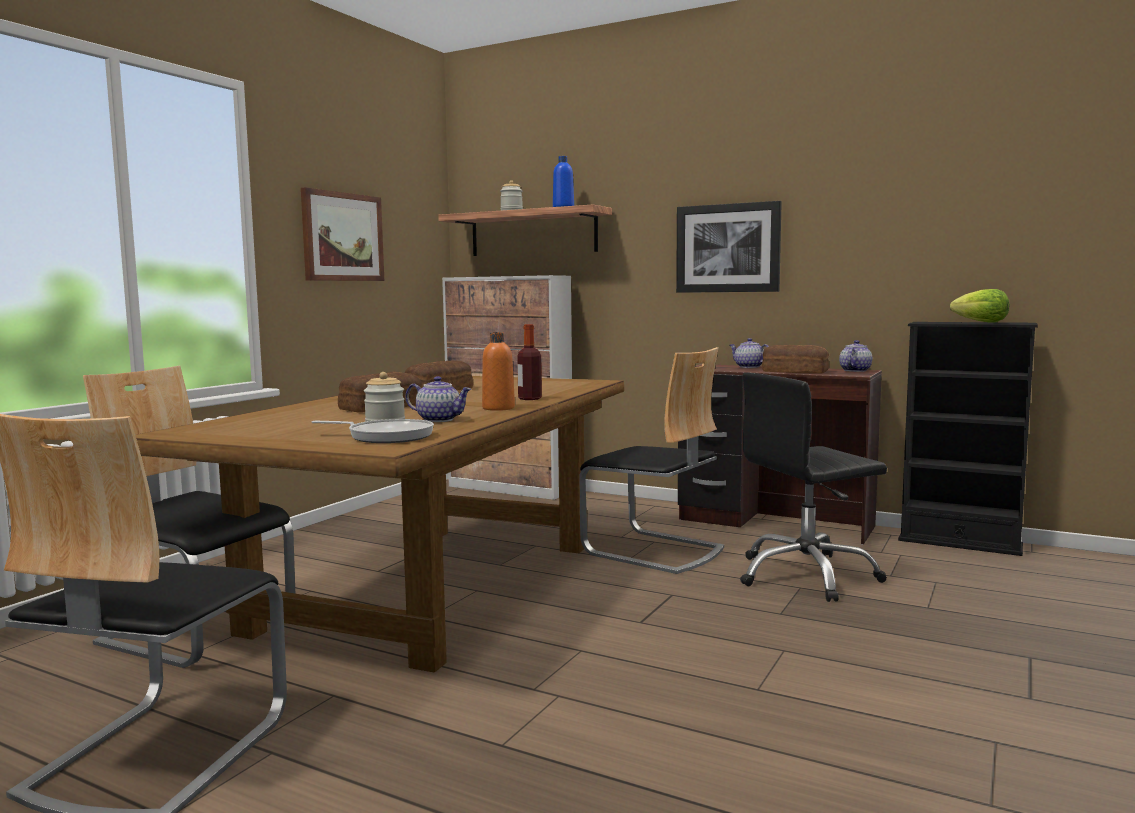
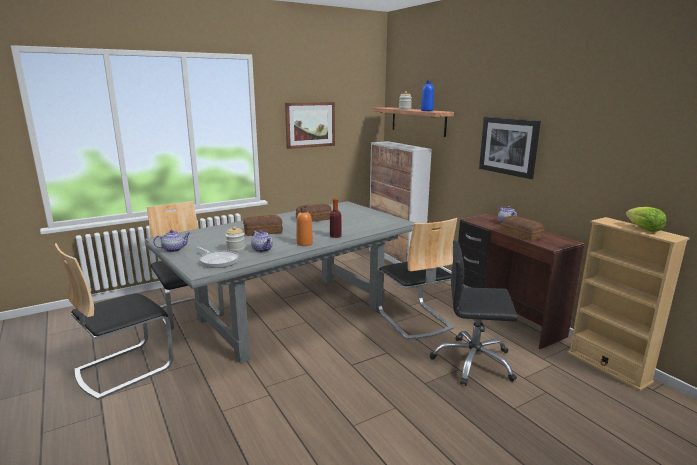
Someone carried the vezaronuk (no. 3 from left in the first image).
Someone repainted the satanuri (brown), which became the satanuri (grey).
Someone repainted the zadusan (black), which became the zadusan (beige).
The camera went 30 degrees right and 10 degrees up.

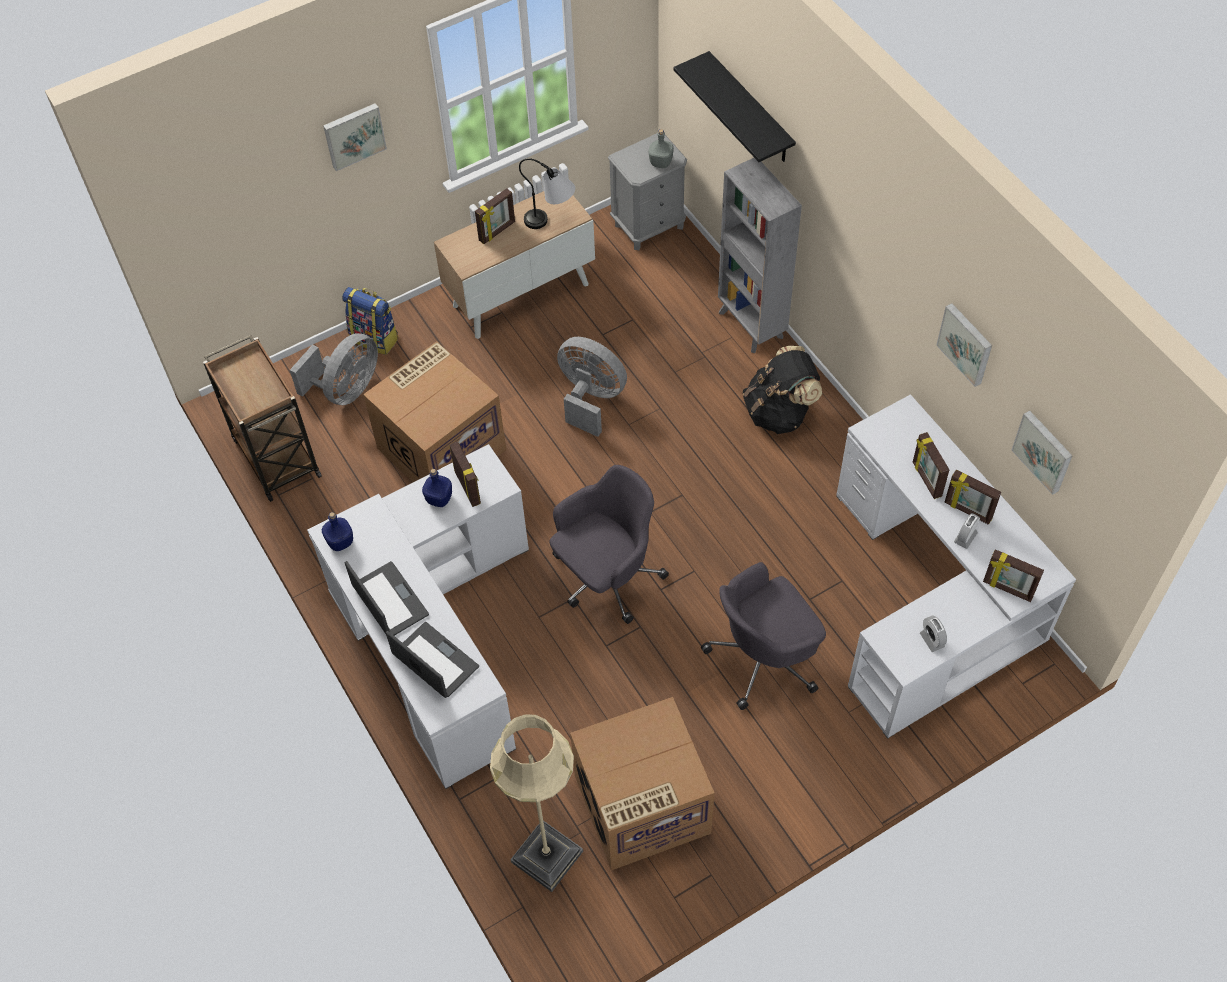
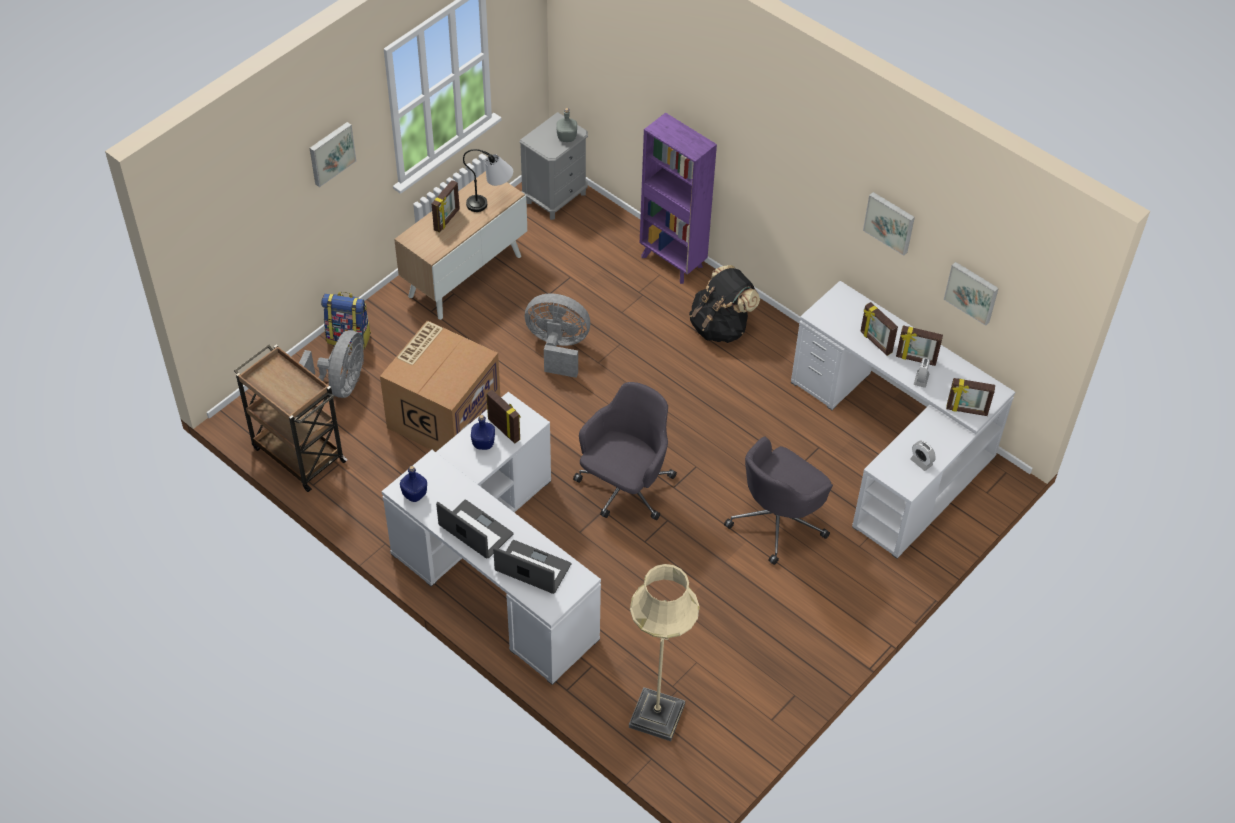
Someone took away the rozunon (no. 2 from left).
Someone took away the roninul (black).
Someone repainted the zadusan (grey), which became the zadusan (purple).
The camera went 20 degrees left and 5 degrees down.

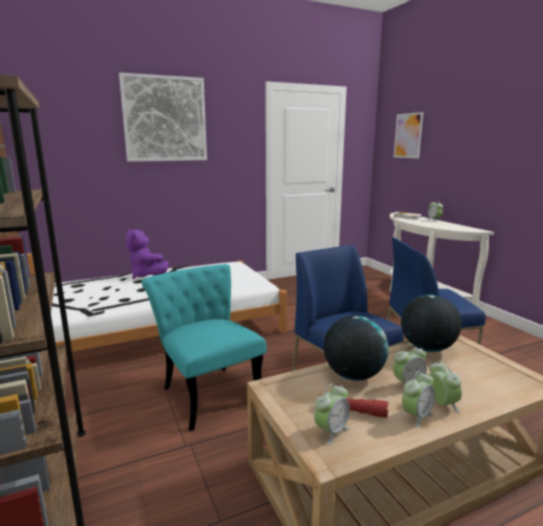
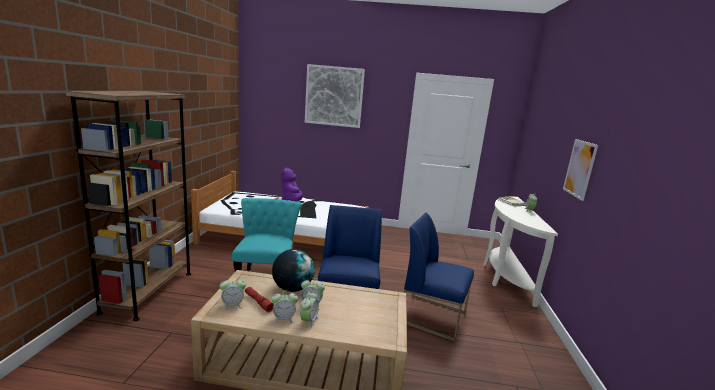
Someone took away the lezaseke (no. 2 from left).
Someone carried the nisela (no. 2 from left).
The camera went 30 degrees right and 0 degrees up.

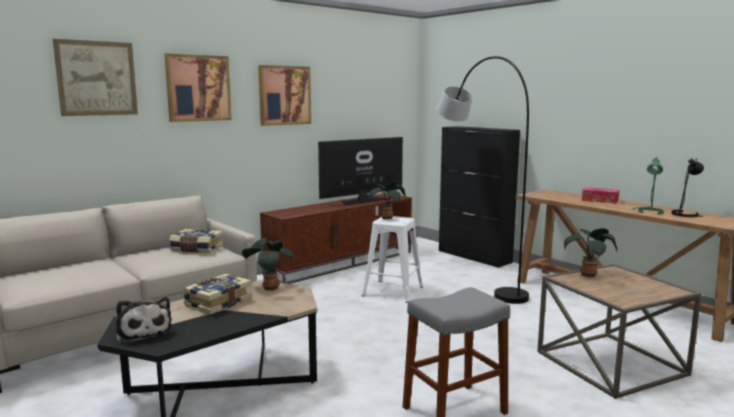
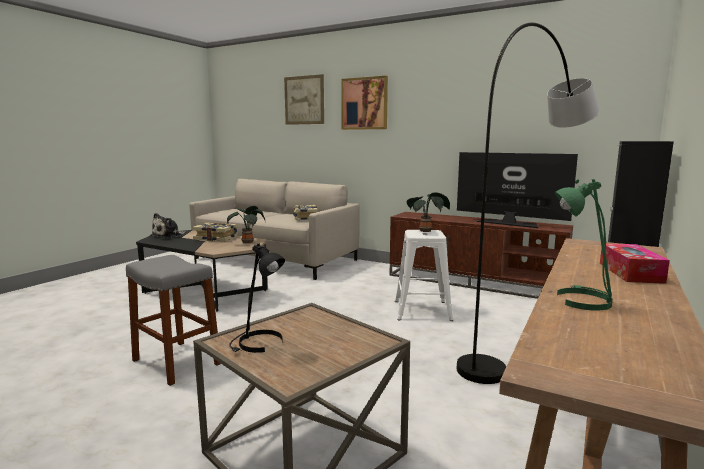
Someone took away the nisela (no. 3 from left).
Someone took away the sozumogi (no. 3 from left).
Someone carried the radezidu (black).
The camera went 70 degrees right and 0 degrees up.

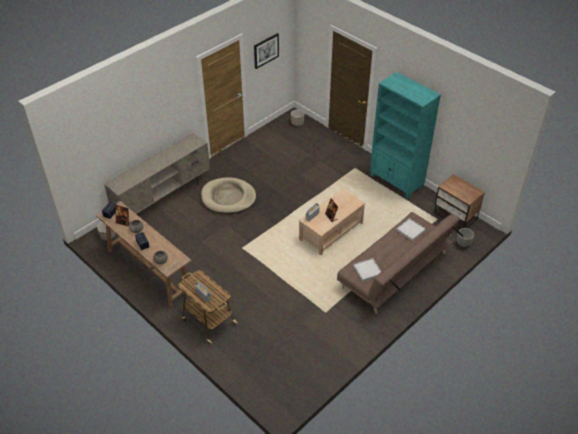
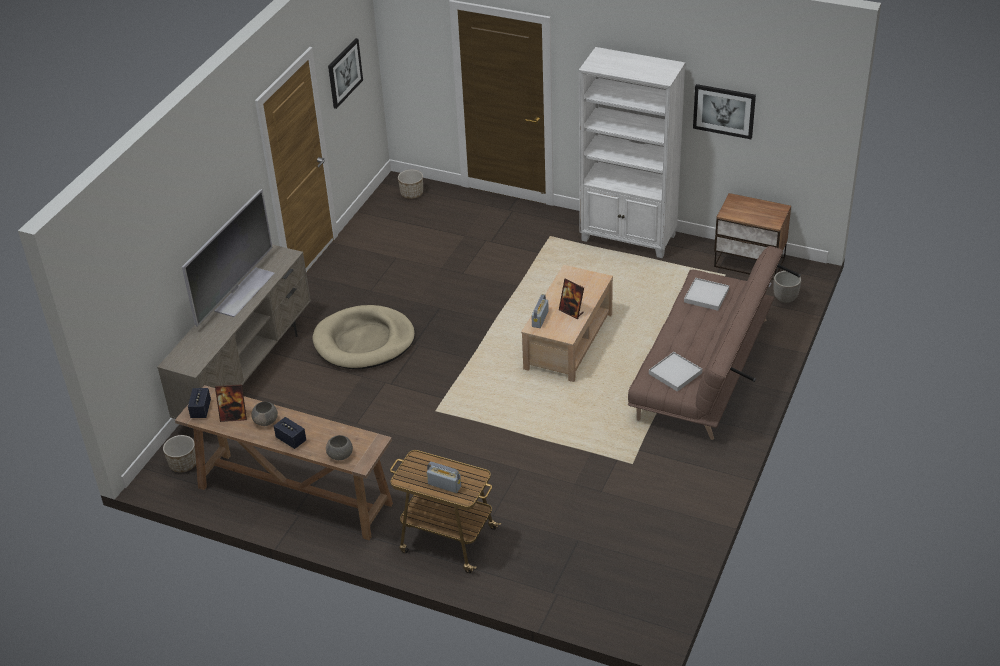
Someone put down the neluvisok.
Someone put up the nisela (no. 2 from left).
Someone repainted the zadusan (turquoise), which became the zadusan (white).
The camera went 20 degrees left and 5 degrees down.

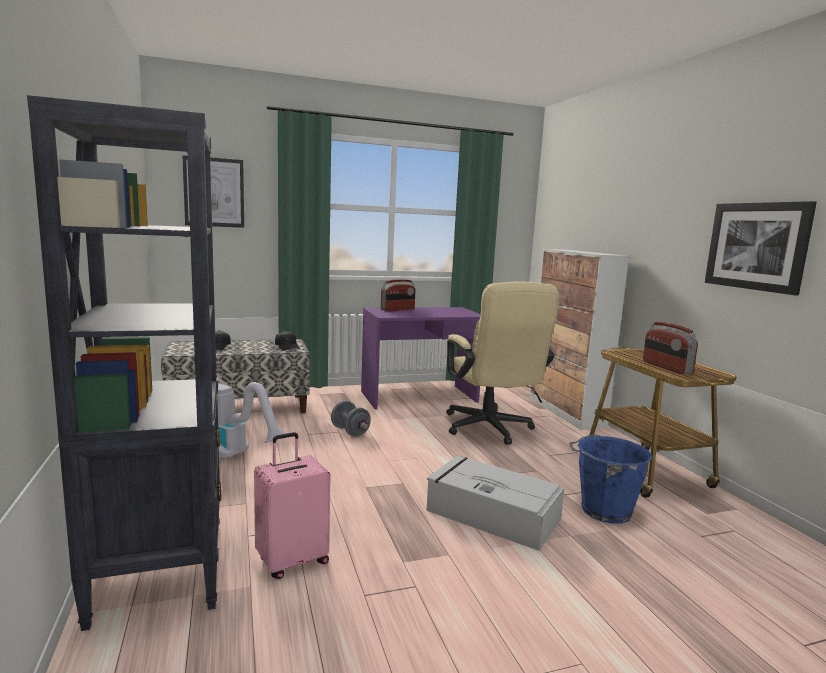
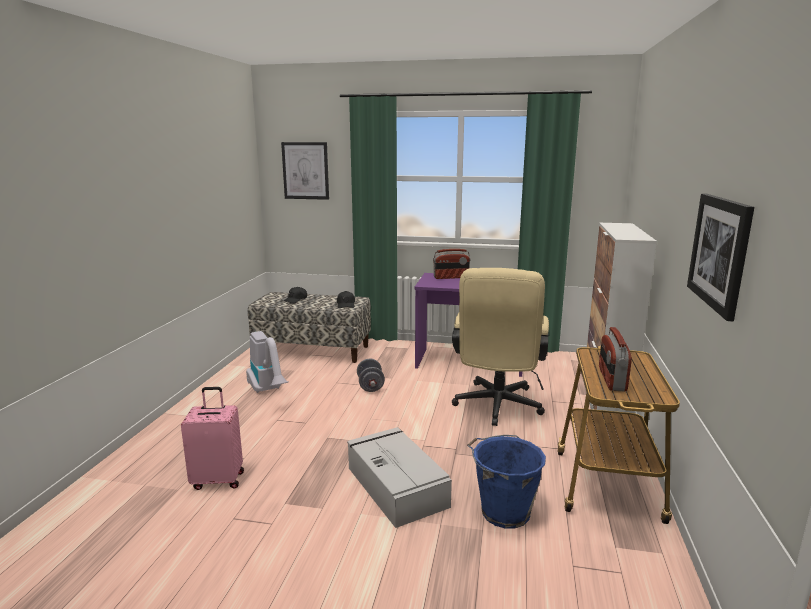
Someone took away the zadusan (black).
The camera went 30 degrees right and 5 degrees up.

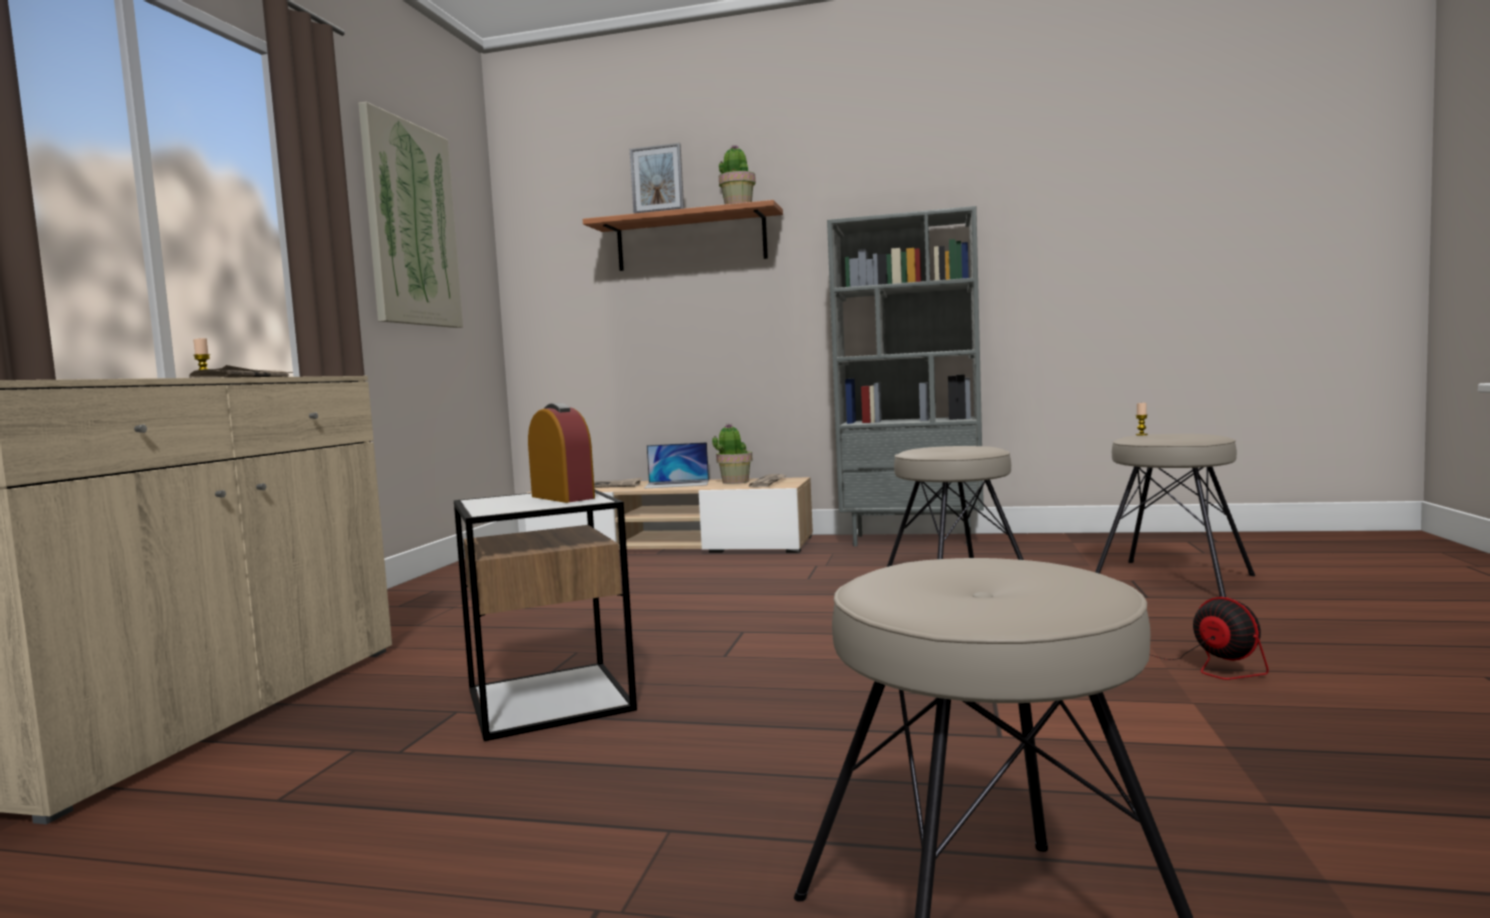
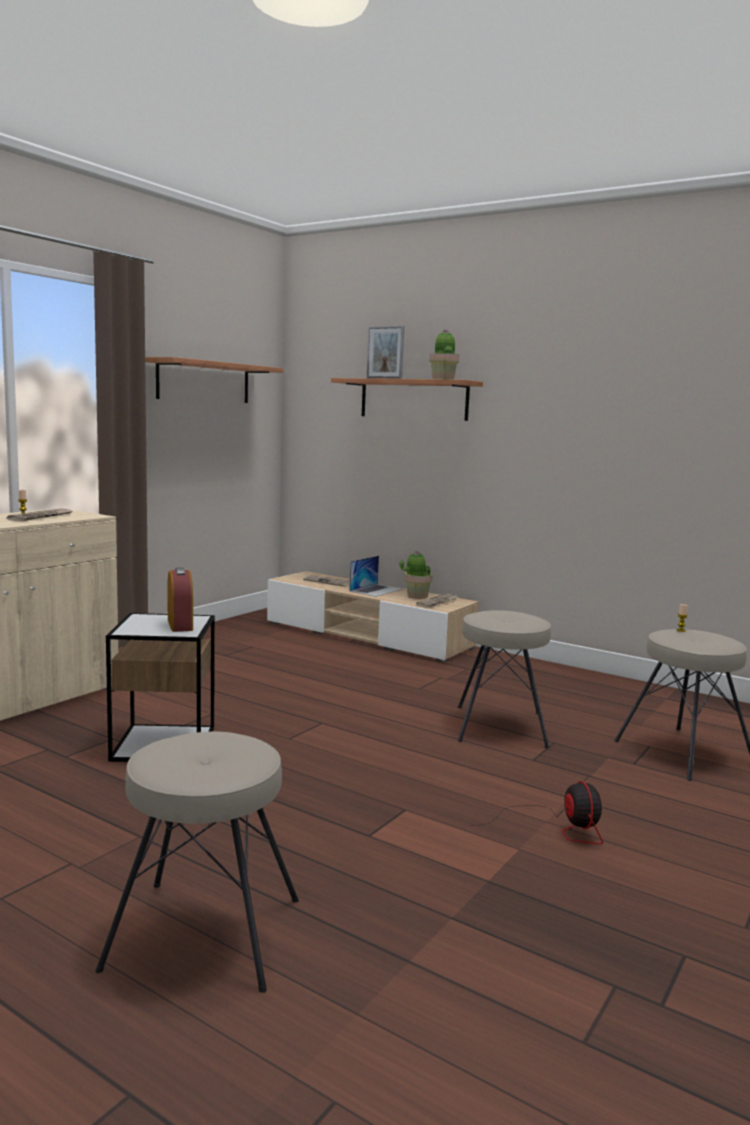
Someone took away the zadusan (grey).
Someone swapped the nisela for the roninul (no. 1 from left).
Someone rotated the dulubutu by 75 degrees counterclockwise.
The camera went 20 degrees right and 5 degrees up.

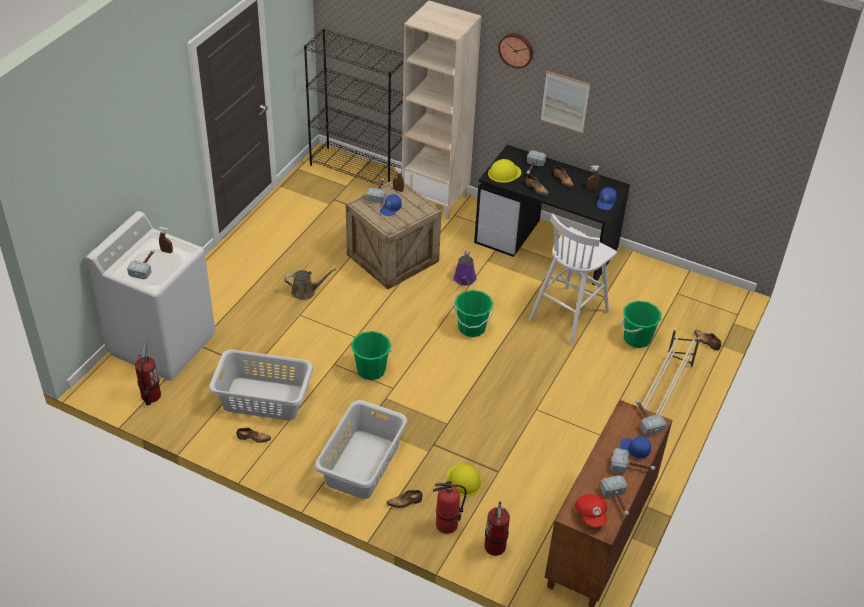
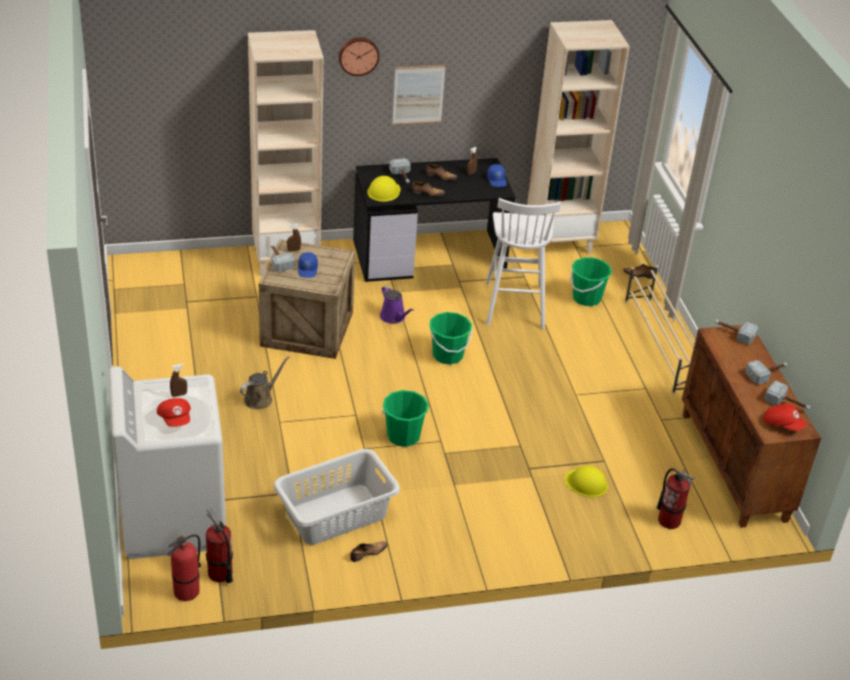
Someone took away the zadusan (black).
Someone took away the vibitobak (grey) (no. 2 from left).
Someone took away the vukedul (no. 2 from left).
Someone took away the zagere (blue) (no. 3 from left).
Someone put down the zadusan (beige) (no. 2 from left).
Someone carried the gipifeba (no. 2 from left in the first image).
Someone swapped the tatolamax (no. 1 from left) for the zagere (red) (no. 1 from left).
The camera went 40 degrees left and 5 degrees down.

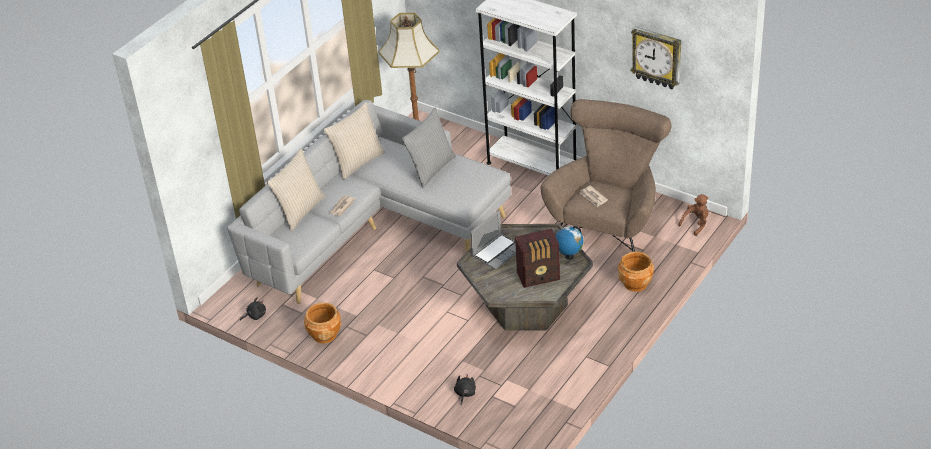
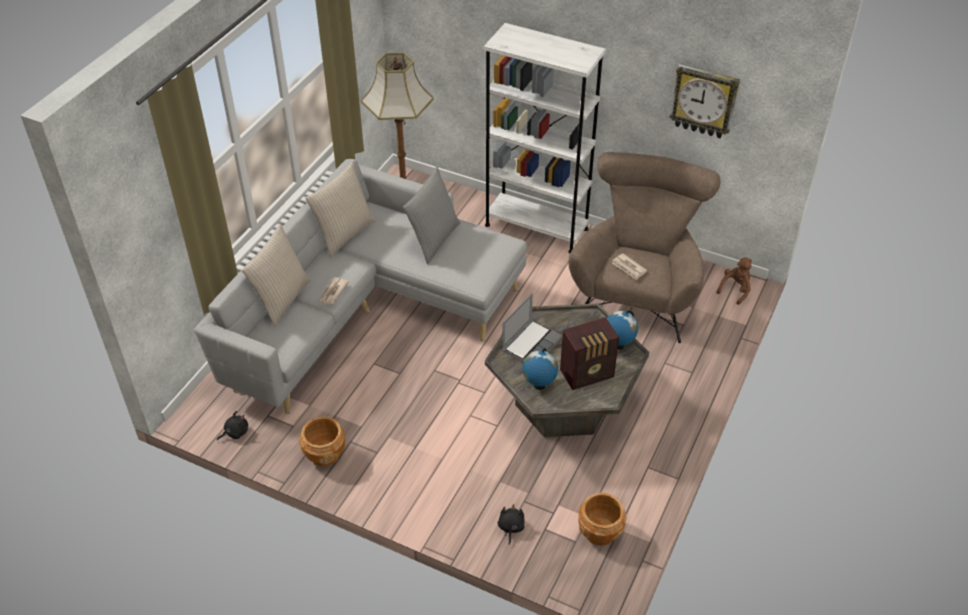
Someone put down the lezaseke (no. 1 from left).
Someone carried the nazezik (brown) (no. 2 from left).
The camera went 10 degrees left and 5 degrees up.

